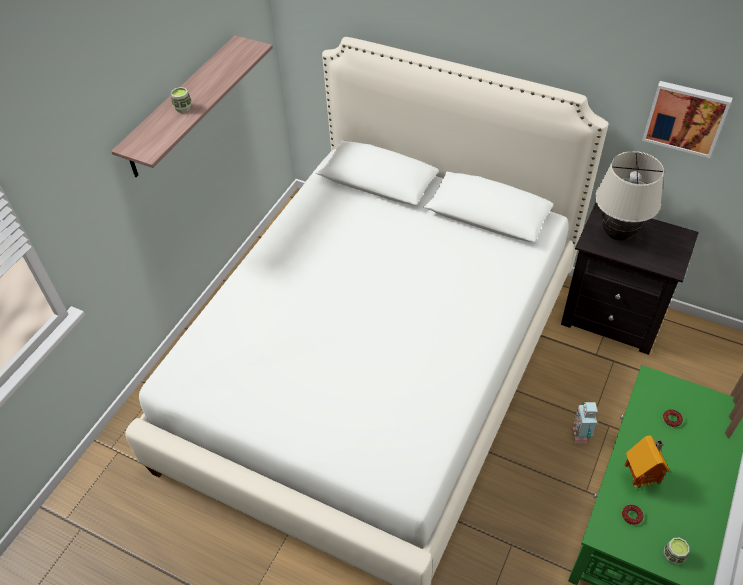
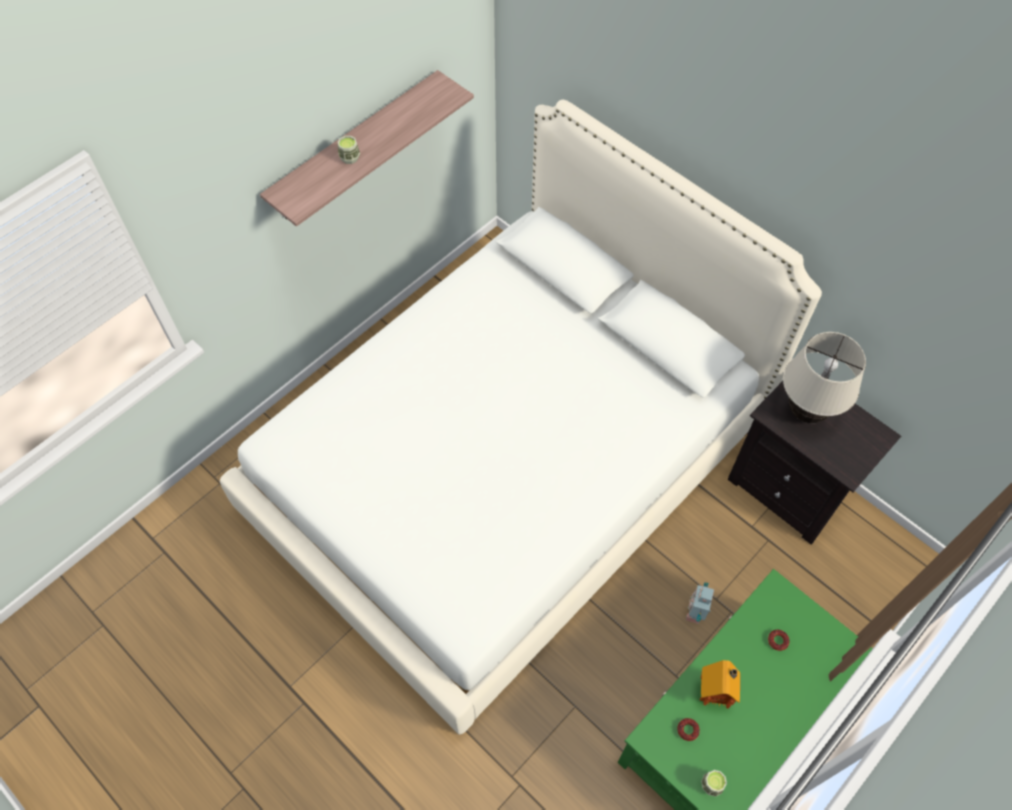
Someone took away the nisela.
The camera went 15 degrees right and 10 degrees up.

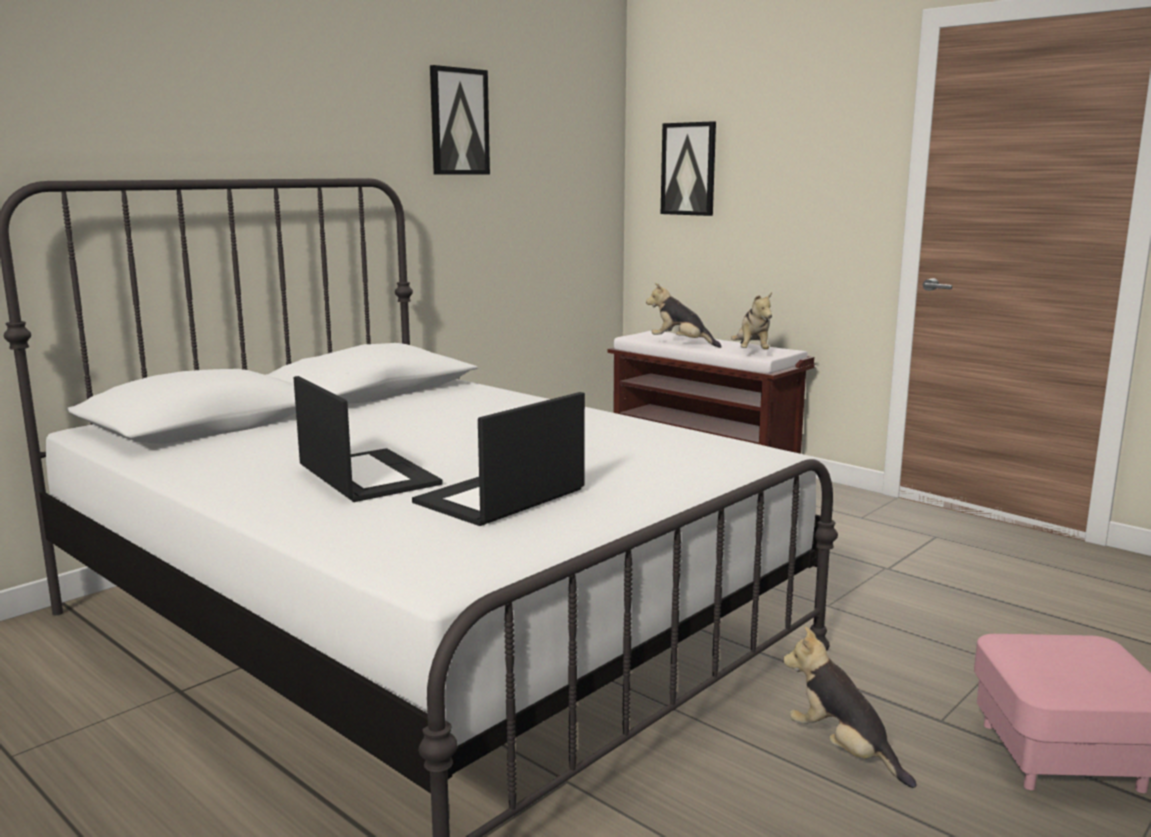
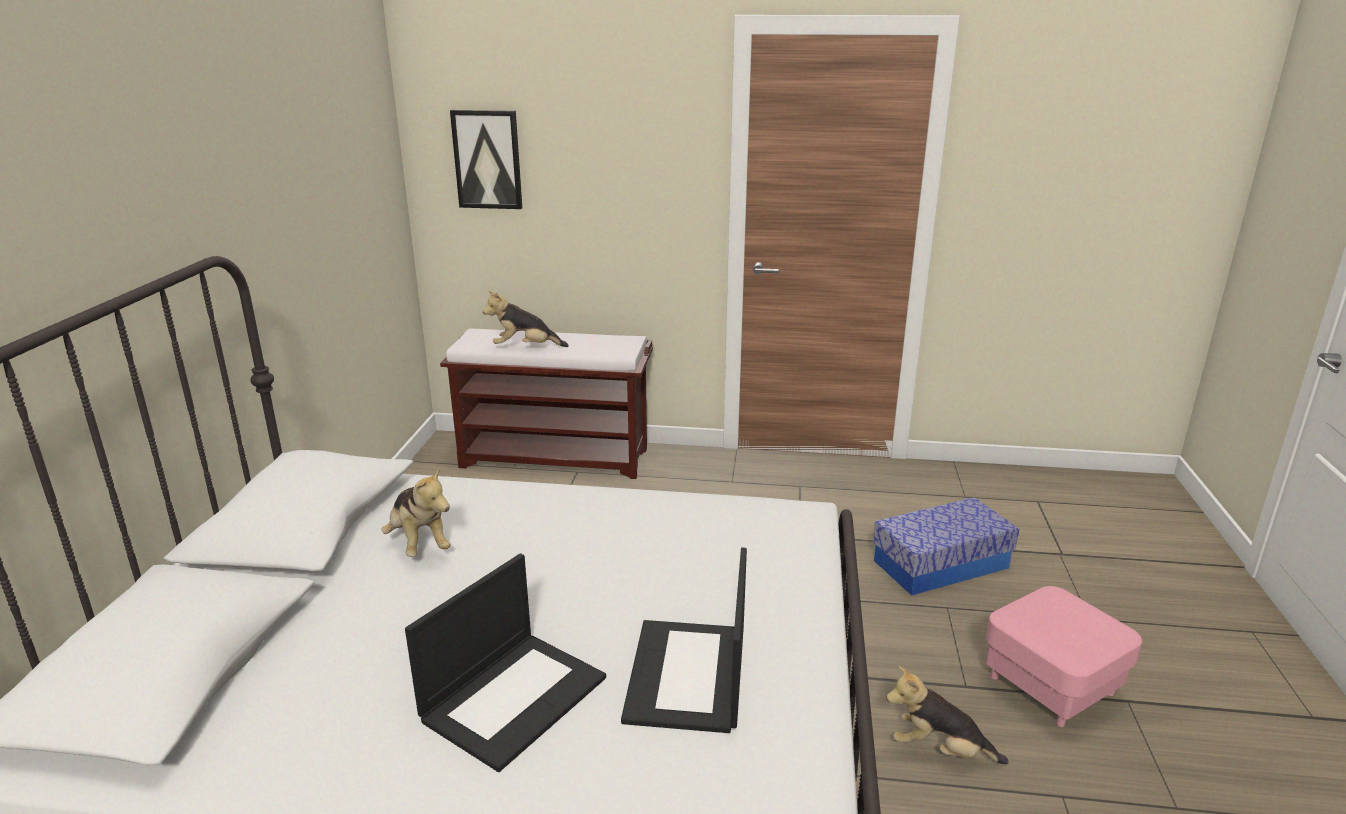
Someone took away the nisela (no. 1 from left).
Someone put down the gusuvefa.
Someone carried the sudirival (no. 2 from left in the first image).
Someone rotated the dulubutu (no. 1 from left) by 105 degrees clockwise.
The camera went 35 degrees left and 10 degrees up.

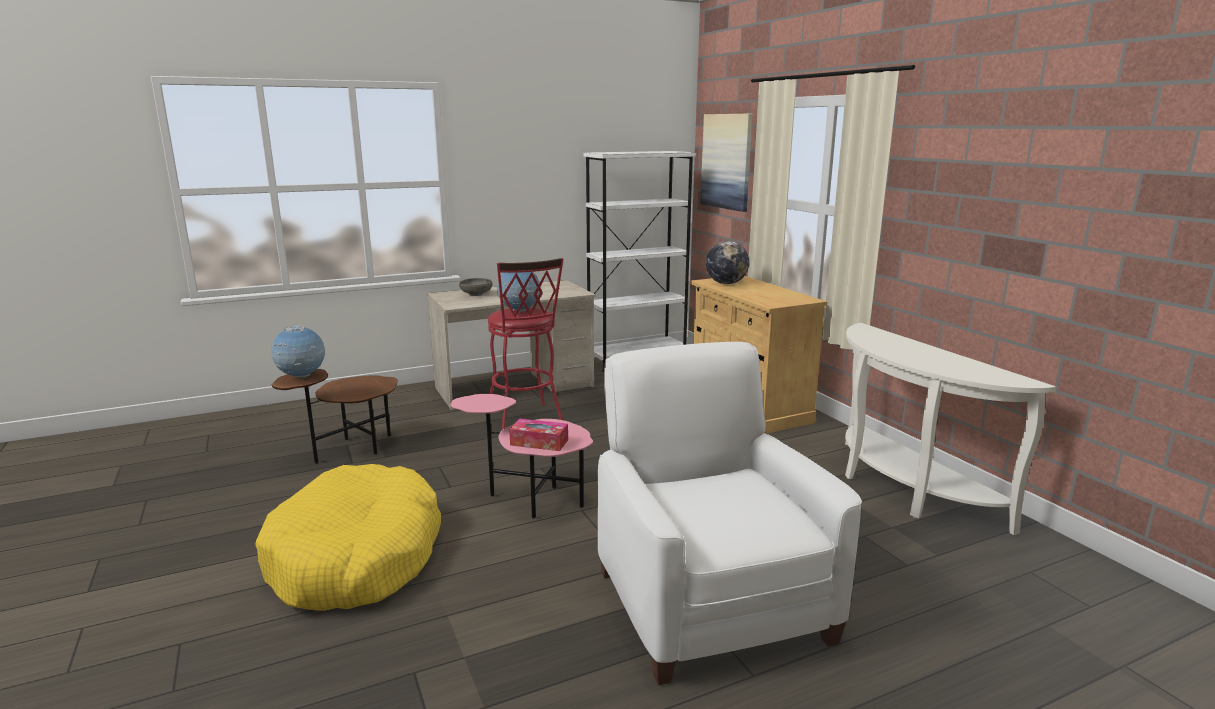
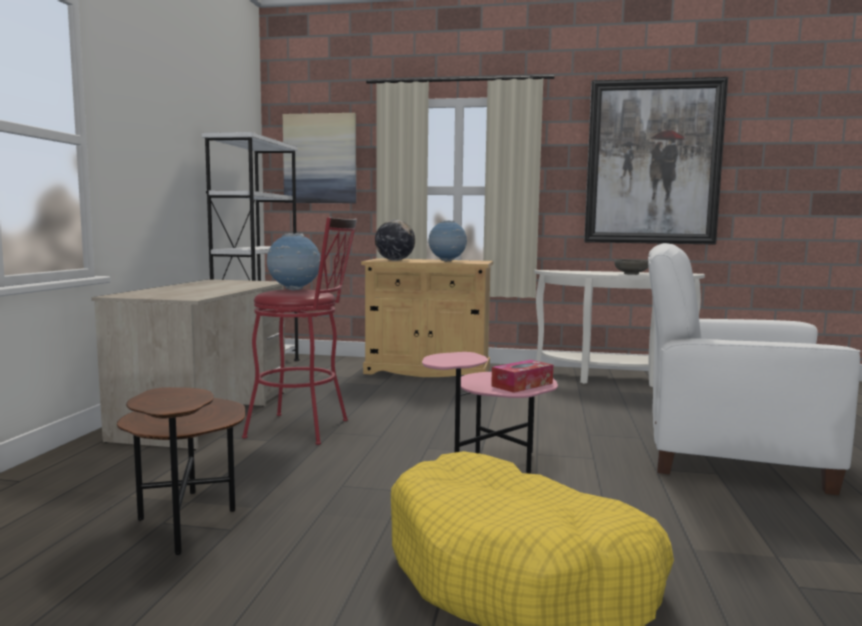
Someone put up the nisela (no. 2 from left).
Someone carried the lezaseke (no. 1 from left in the first image).
Someone carried the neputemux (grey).
The camera went 55 degrees left and 10 degrees down.

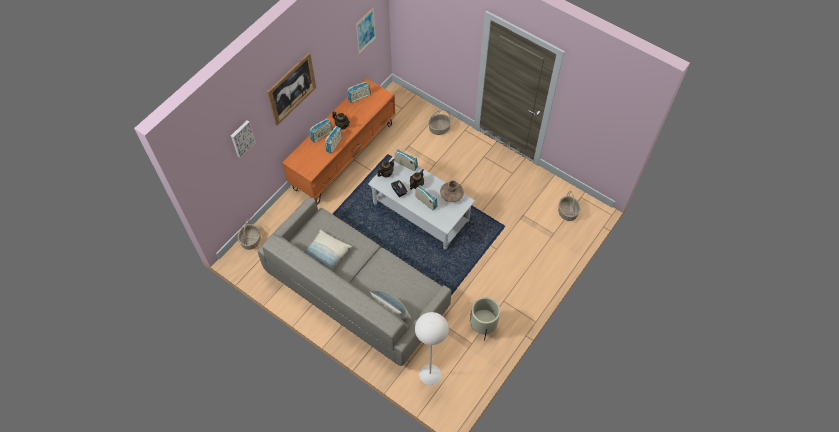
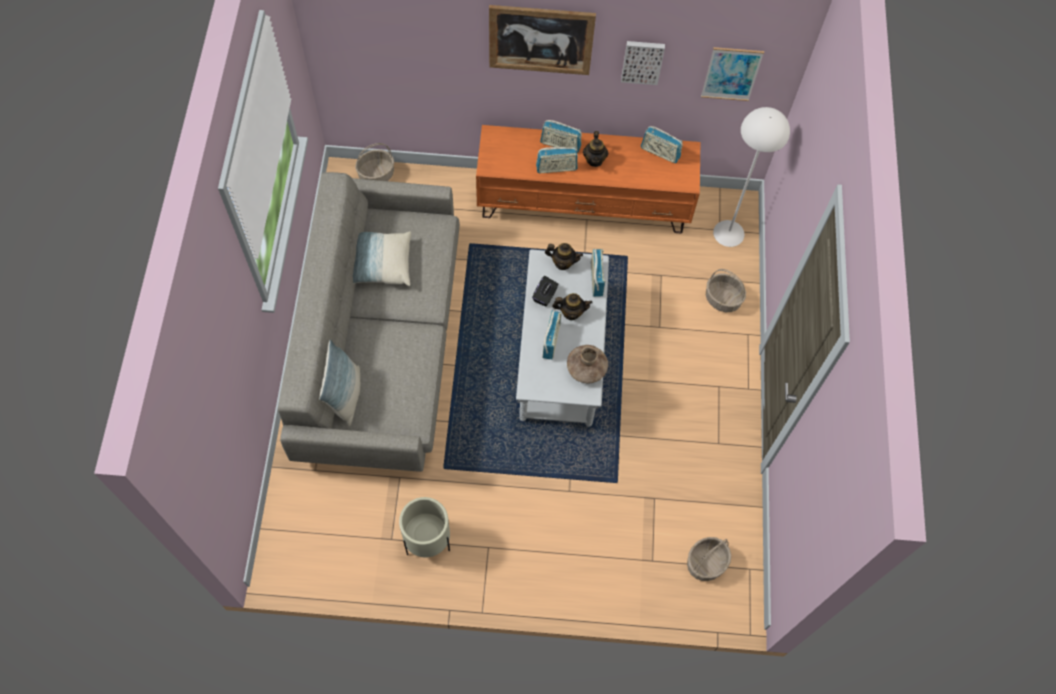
Someone carried the nisela (no. 1 from left in the first image).
Someone carried the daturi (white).
The camera went 55 degrees right and 5 degrees up.

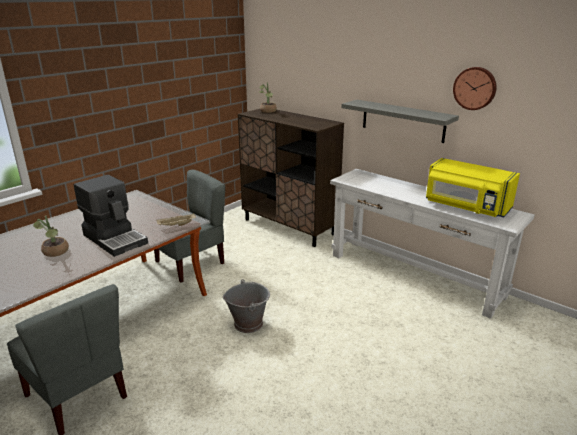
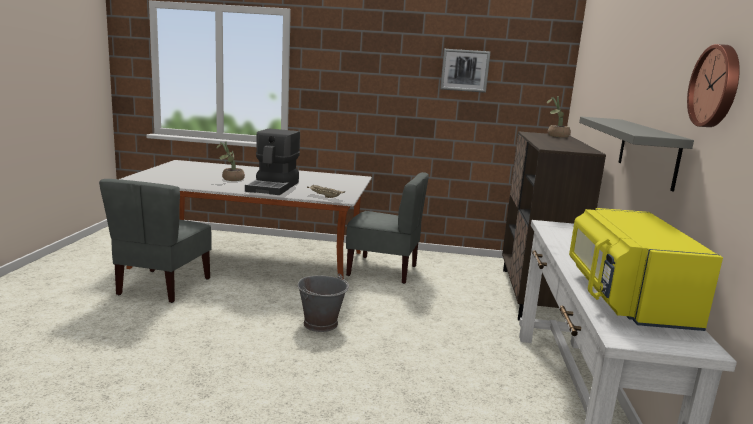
Someone put up the nisela.
The camera went 55 degrees right and 10 degrees down.

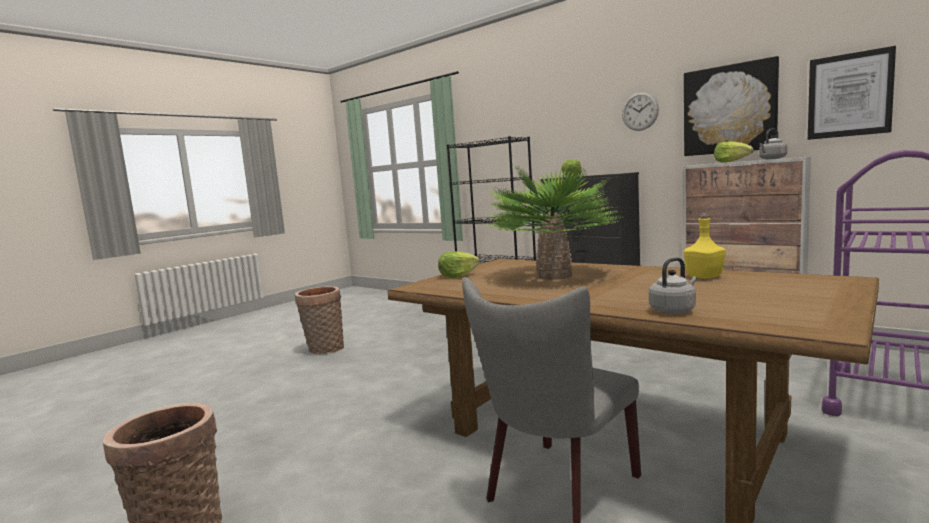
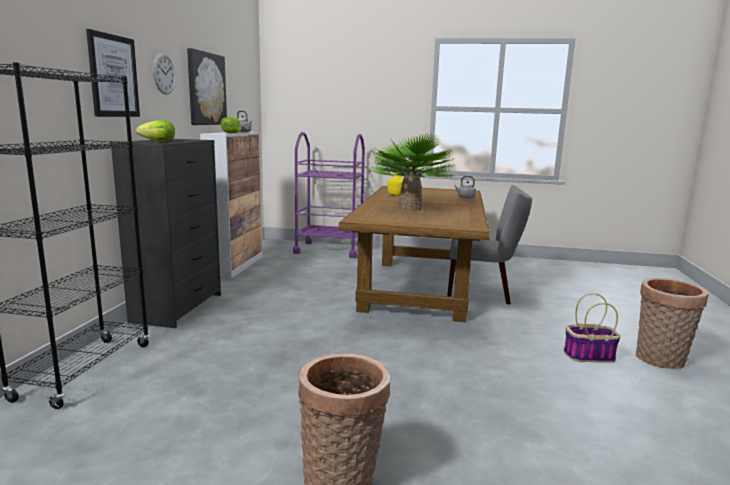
Someone took away the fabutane (no. 1 from left).
Someone put down the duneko (no. 2 from left).
Someone carried the nisela (no. 2 from left in the first image).
The camera went 120 degrees left and 5 degrees up.

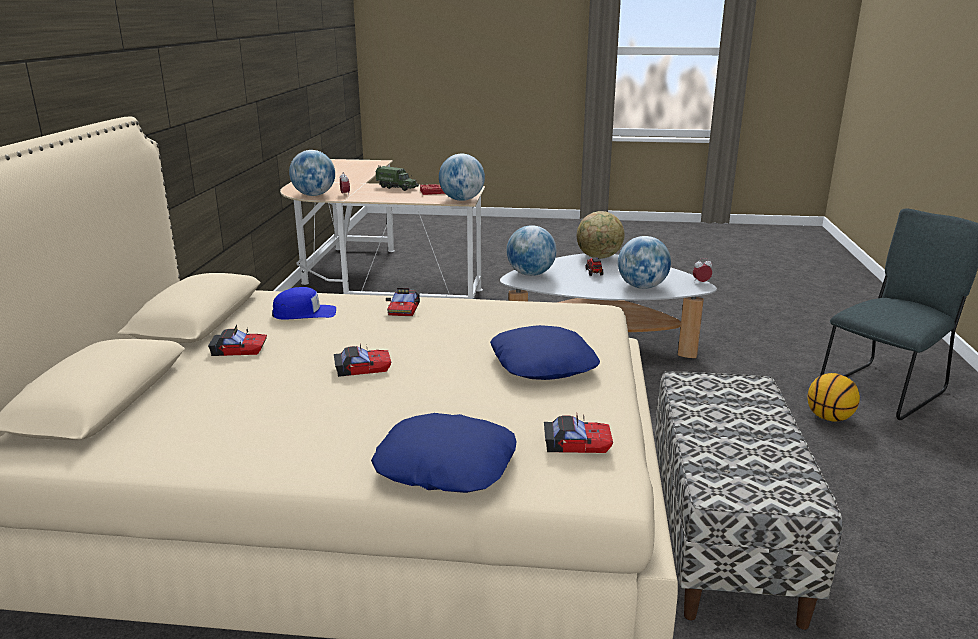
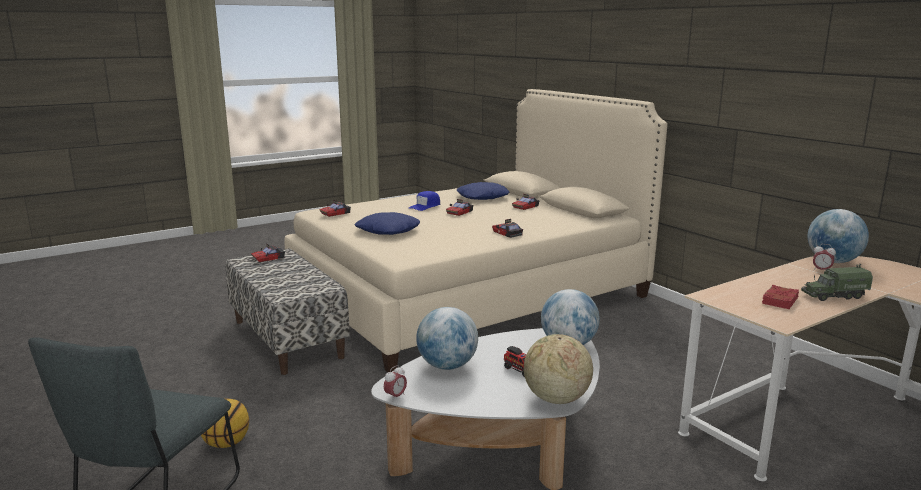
Someone took away the lezaseke (no. 2 from left).
Someone put down the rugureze (no. 1 from left).
Someone carried the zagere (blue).
Someone carried the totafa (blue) (no. 1 from left in the first image).
The camera went 140 degrees right and 5 degrees down.

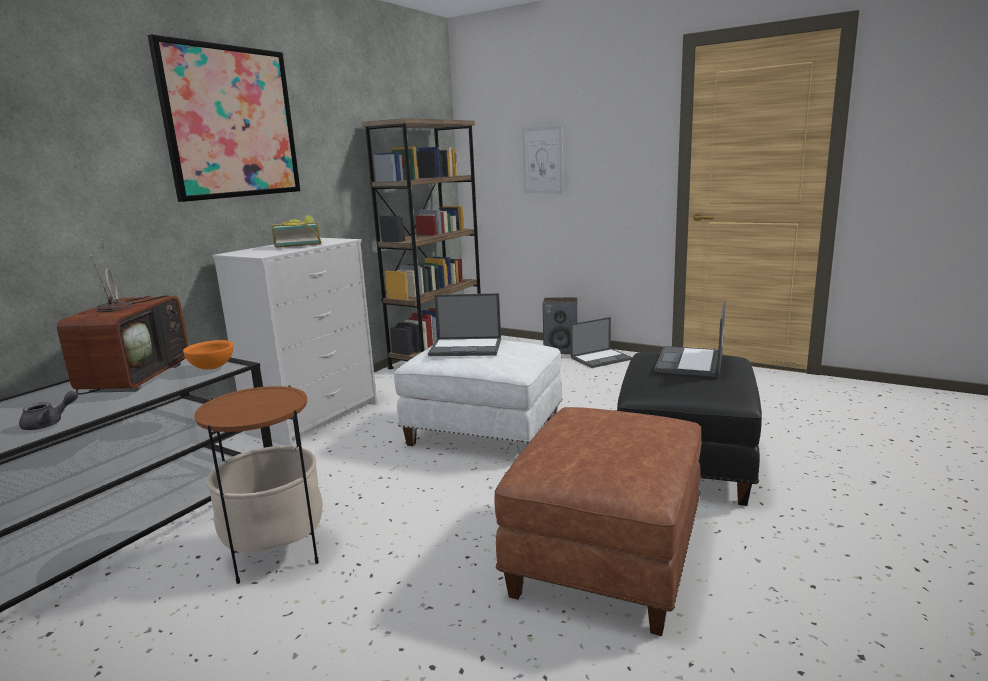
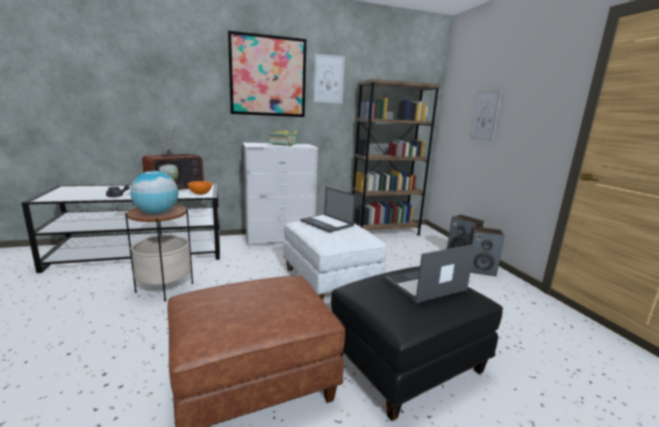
Someone put down the lezaseke.
Someone put up the nisela (no. 2 from left).
Someone swapped the dulubutu (no. 2 from left) for the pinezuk (no. 2 from left).
The camera went 40 degrees right and 0 degrees up.

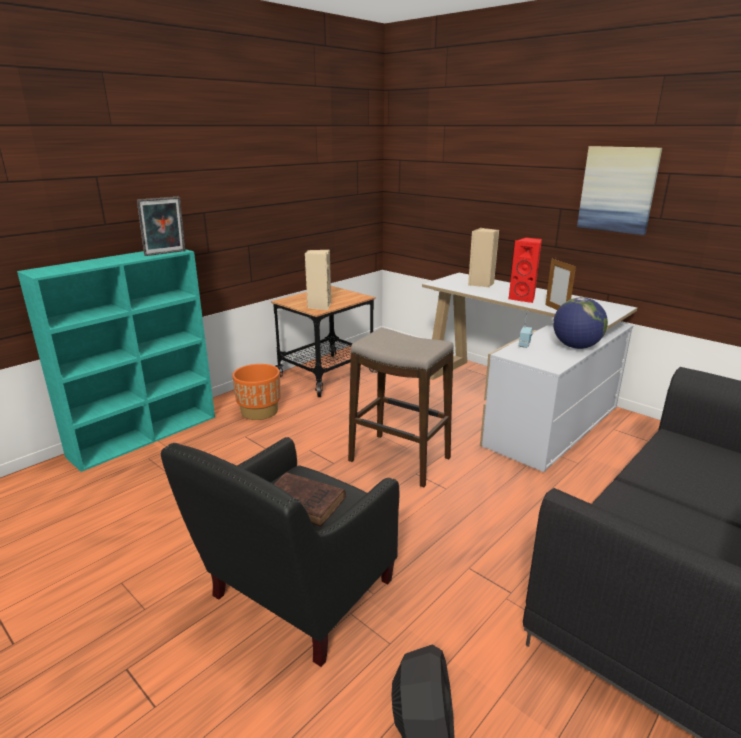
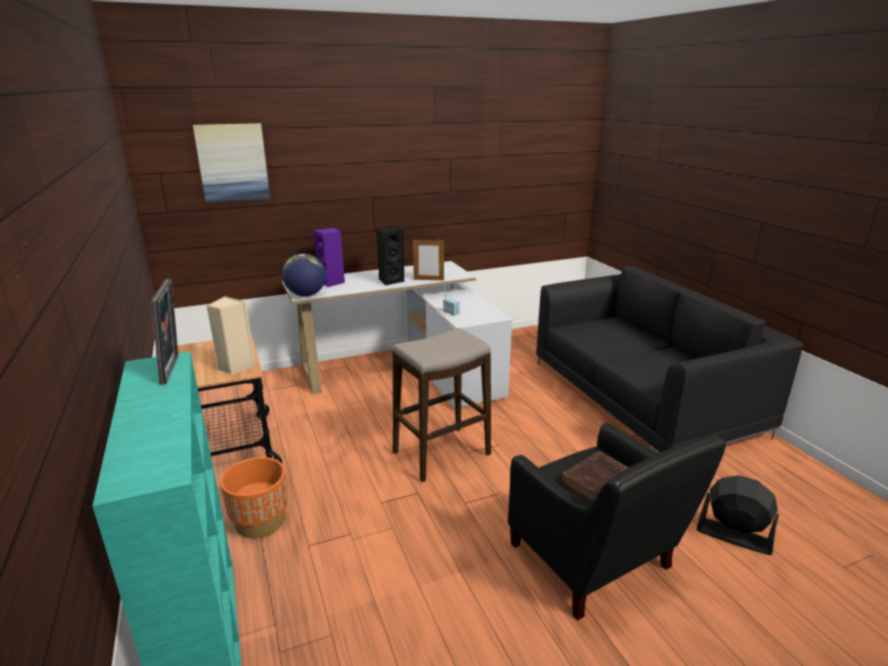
Someone carried the lezaseke.
Someone carried the nisela.
Someone repainted the pinezuk (beige) (no. 2 from left), which became the pinezuk (purple).
Someone repainted the pinezuk (red), which became the pinezuk (black).
The camera went 65 degrees left and 0 degrees up.

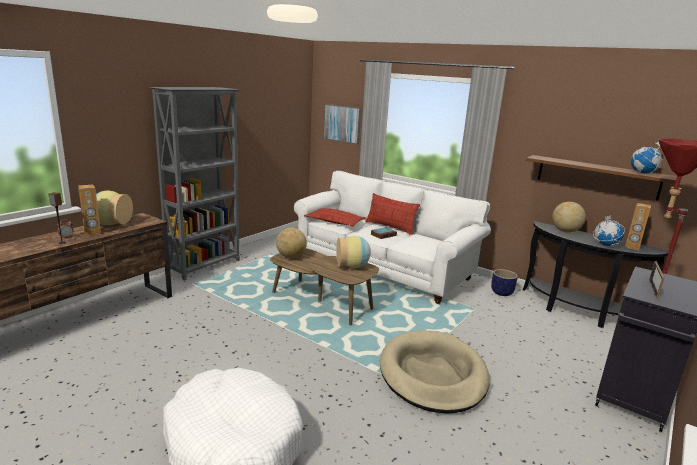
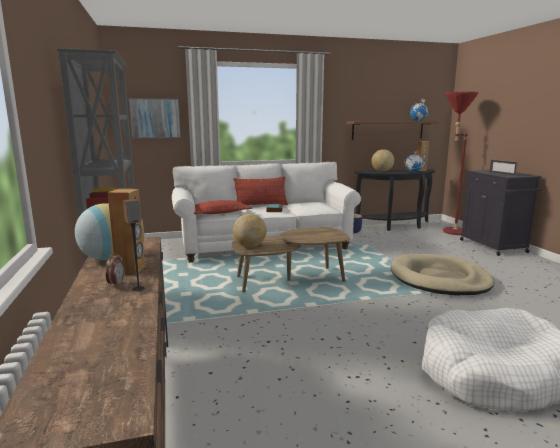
Someone took away the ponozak (no. 2 from left).
The camera went 50 degrees left and 5 degrees down.

